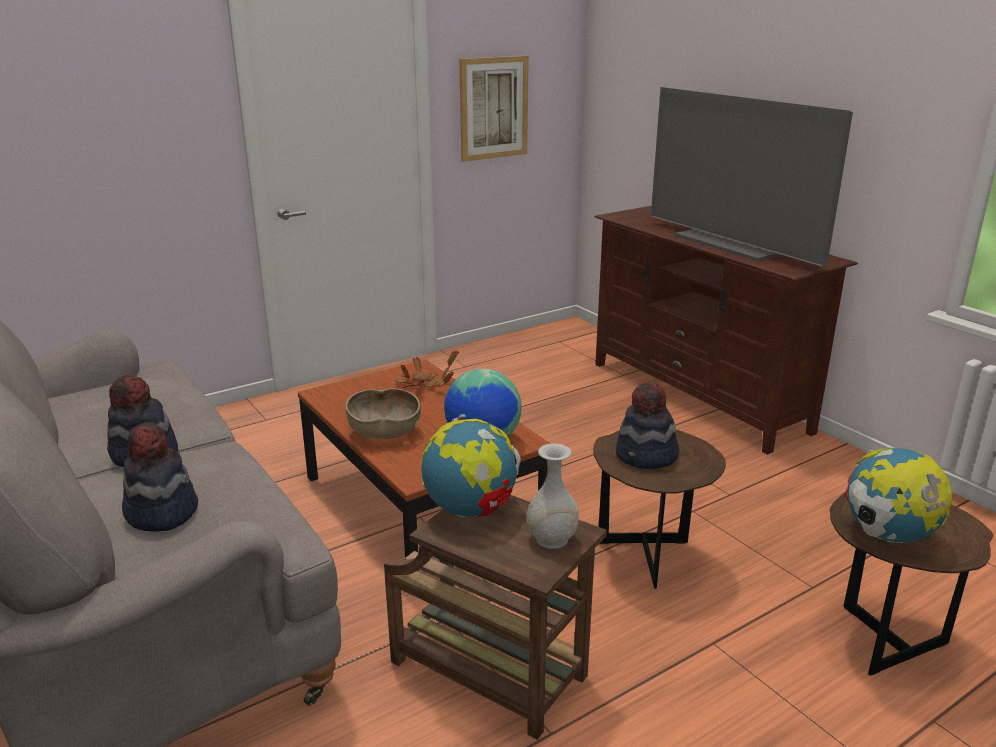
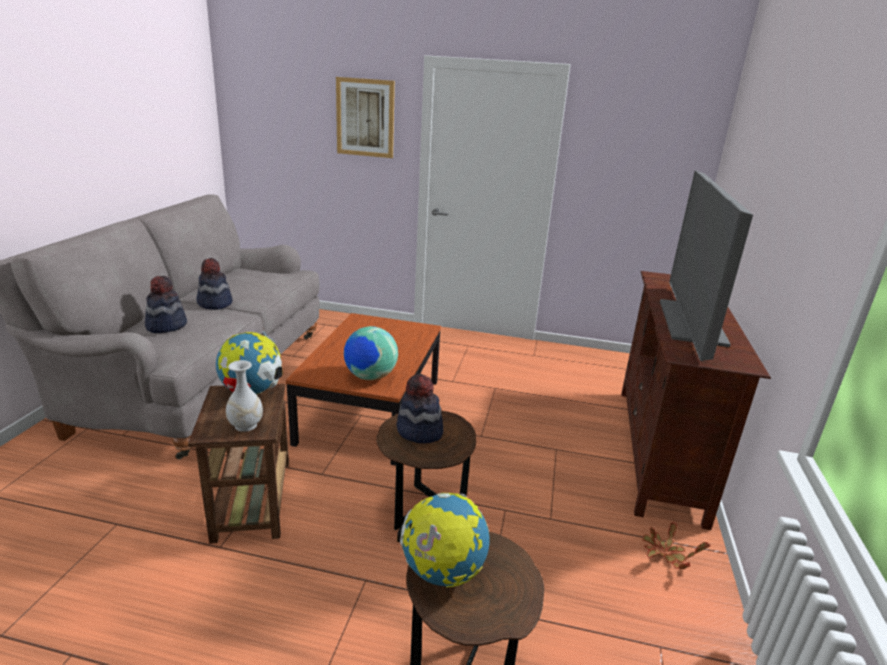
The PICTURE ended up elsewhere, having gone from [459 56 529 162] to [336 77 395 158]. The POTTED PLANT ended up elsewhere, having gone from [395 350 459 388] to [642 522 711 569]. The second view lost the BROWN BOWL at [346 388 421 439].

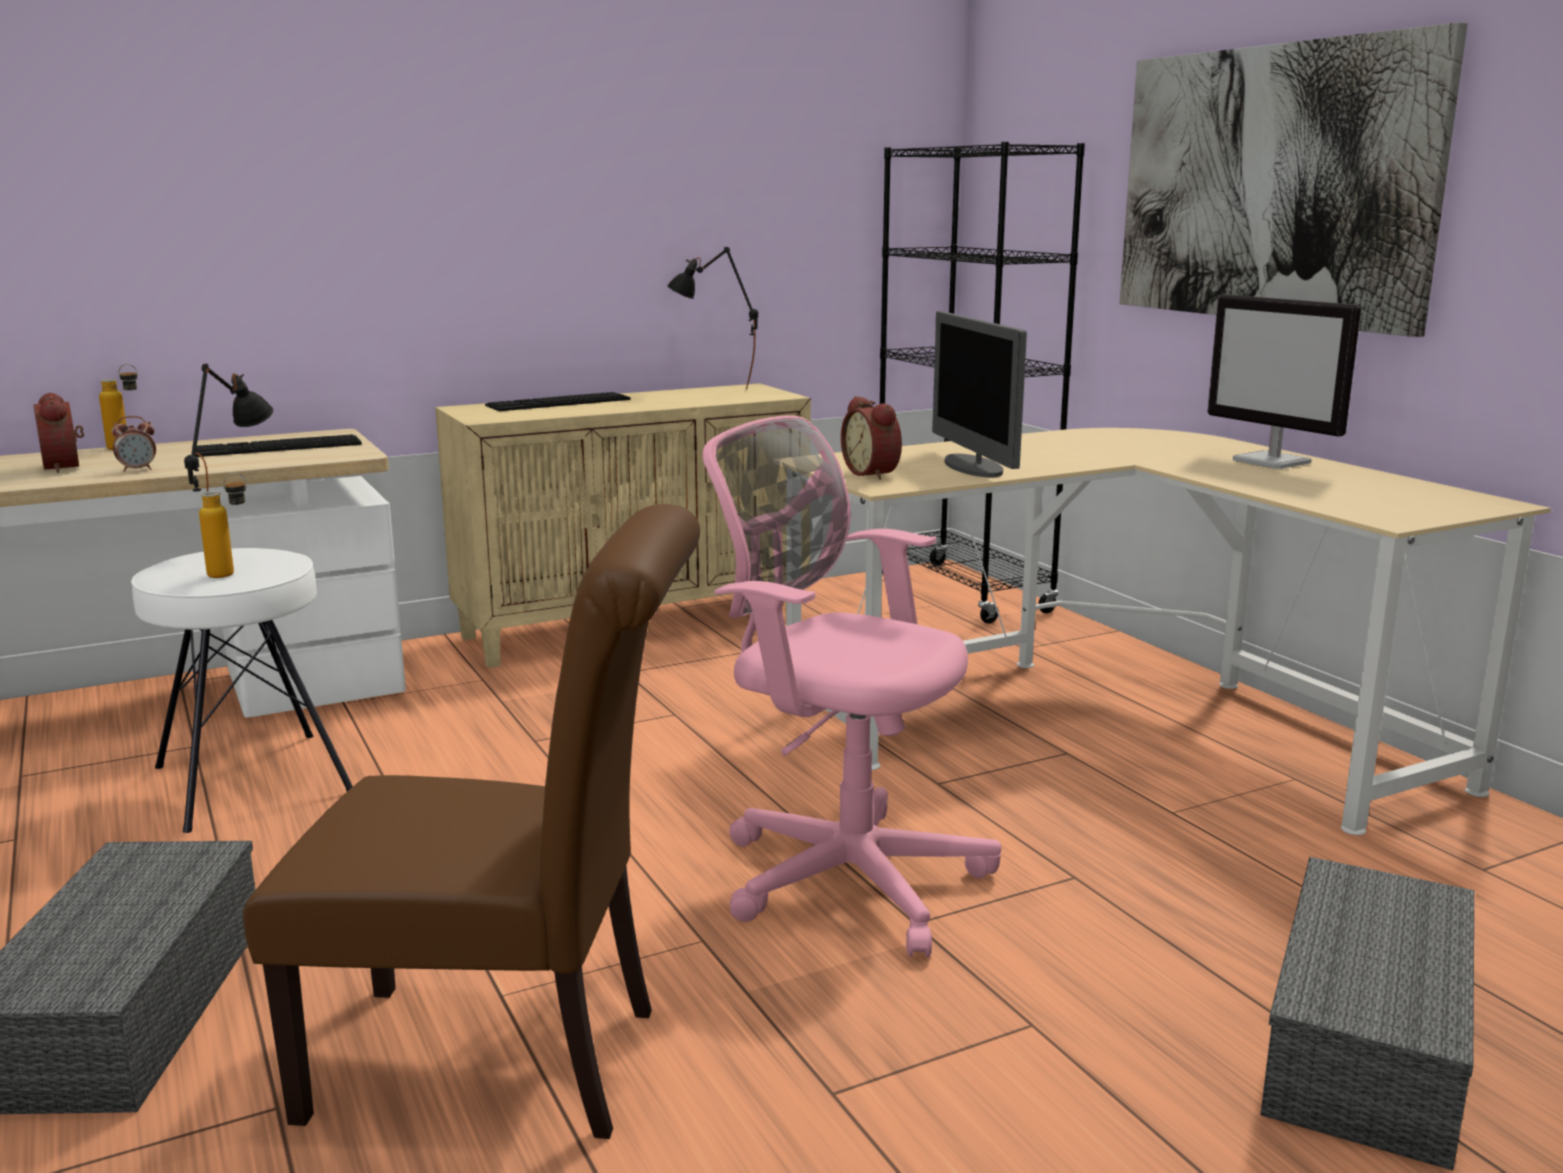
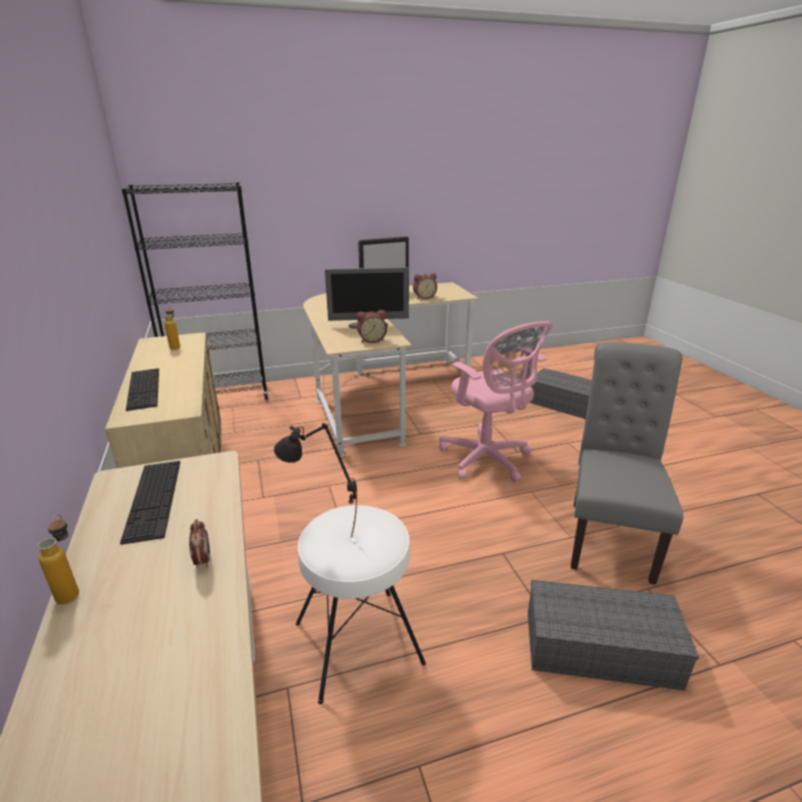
The BOTTLE ended up elsewhere, having gone from [199 473 247 578] to [164 305 180 350]. The ALARM CLOCK ended up elsewhere, having gone from [34 392 84 473] to [413 273 437 299]. The PINK OFFICE CHAIR at [703 415 1001 957] ended up facing another way, 75 degrees counterclockwise from before. What was the BROWN CHAIR at [243 504 700 1139] turned into the GREY CHAIR at [571 342 683 585]. The second view lost the BLACK TABLE LAMP at [667 247 759 390]. The second view lost the PICTURE at [1119 22 1467 337].

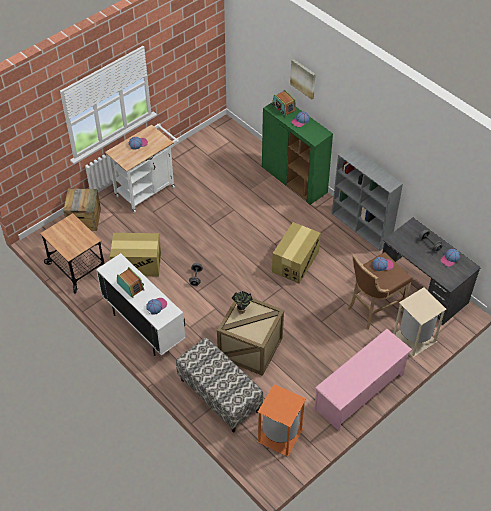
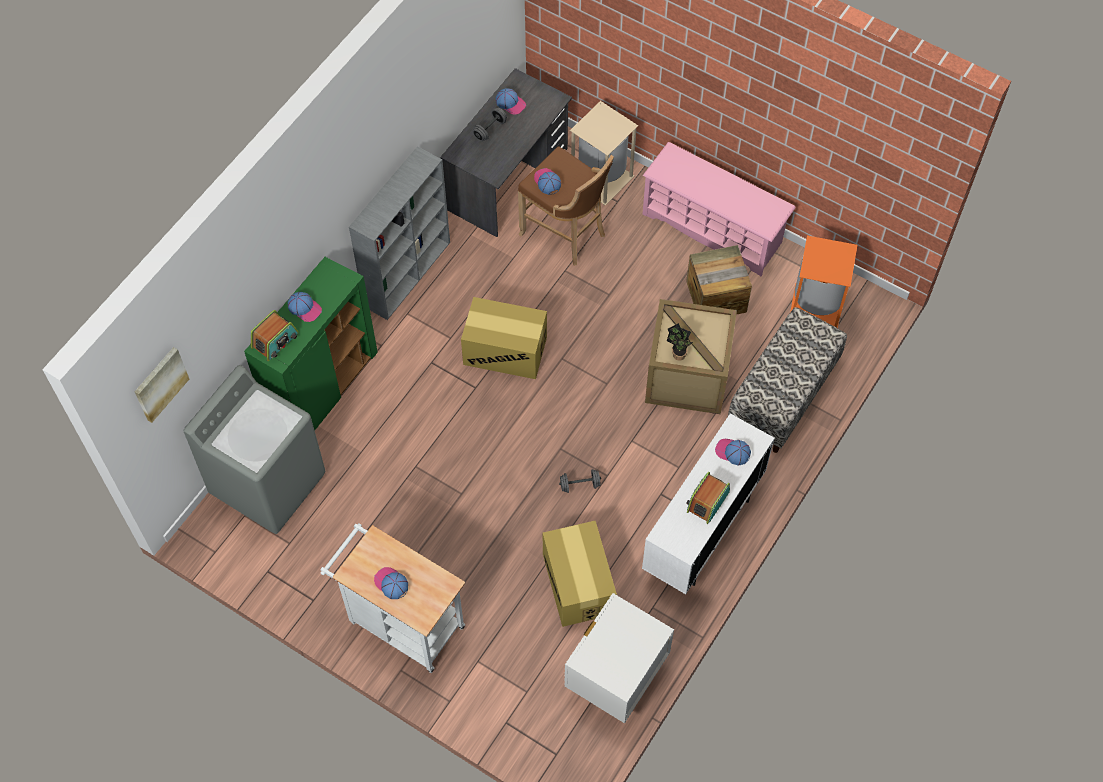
The PICTURE ended up elsewhere, having gone from [290 59 316 100] to [134 347 189 423]. The second view gained the GREY WASHING MACHINE at [184 365 325 534]. Where the CART stood at [40 213 105 293], the WHITE NIGHTSTAND came to stand at [564 593 674 724]. The CRATE ended up elsewhere, having gone from [63 188 101 231] to [686 245 752 315].

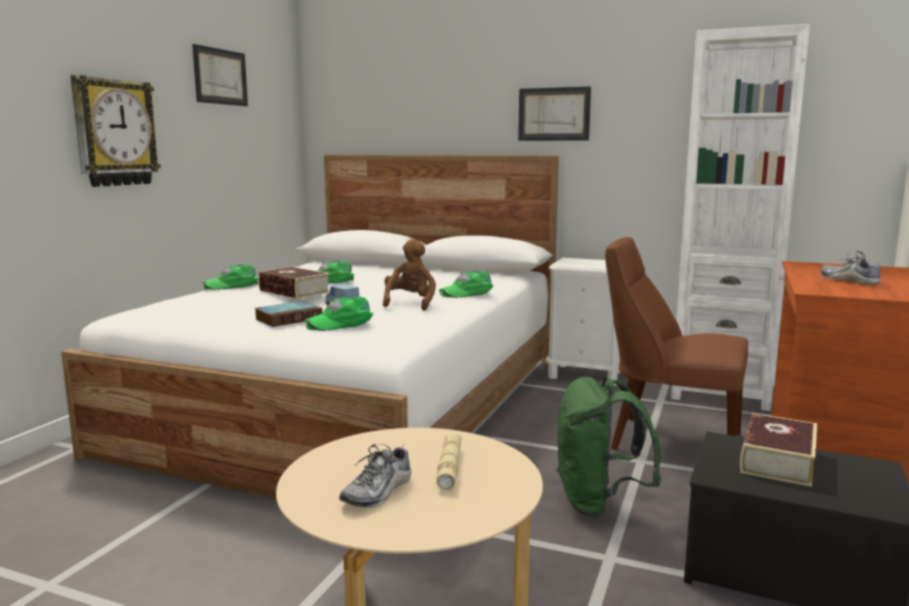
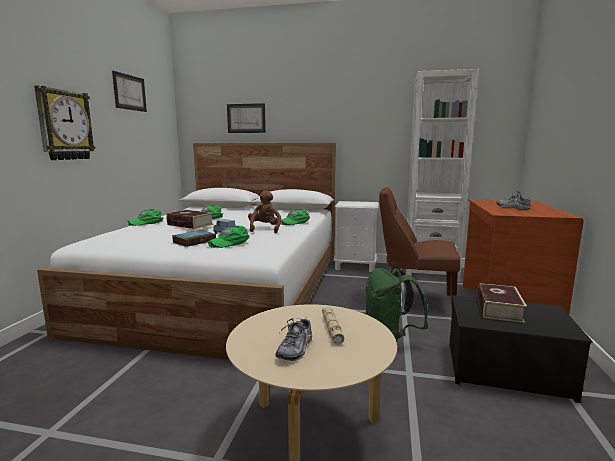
The PICTURE ended up elsewhere, having gone from [518 86 591 141] to [227 103 266 133].

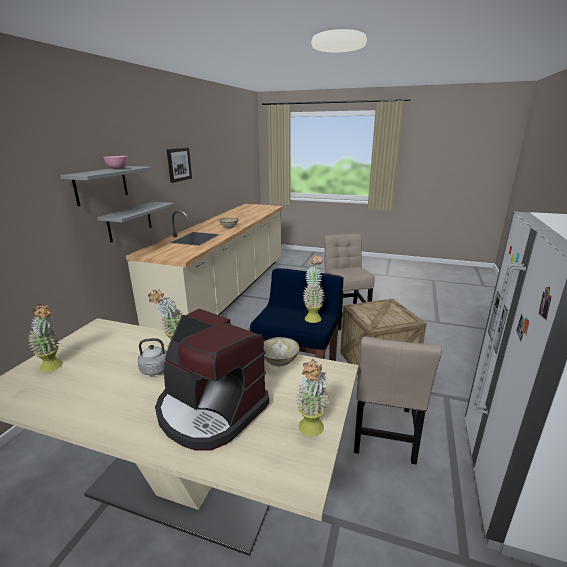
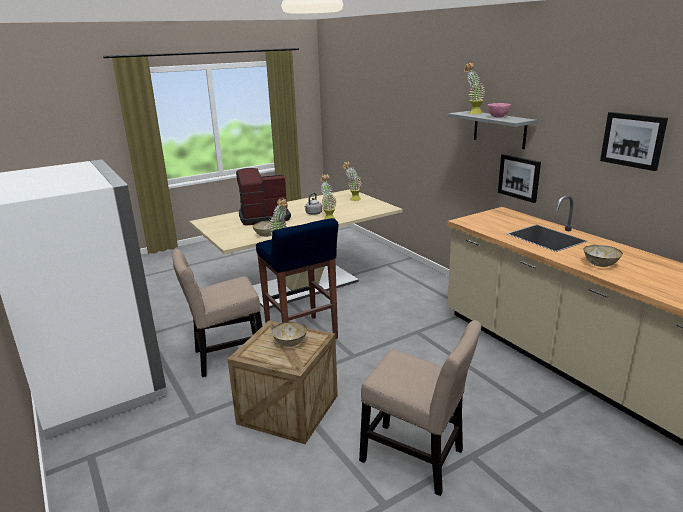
The BEIGE CHAIR at [354 336 442 464] ended up facing another way, 75 degrees counterclockwise from before. The second view gained the BOWL at [272 322 308 347]. The POTTED PLANT ended up elsewhere, having gone from [295 359 329 437] to [464 63 485 114]. Where the GREY SHELF hung at [97 202 175 242], the PICTURE came to hang at [498 154 541 203].

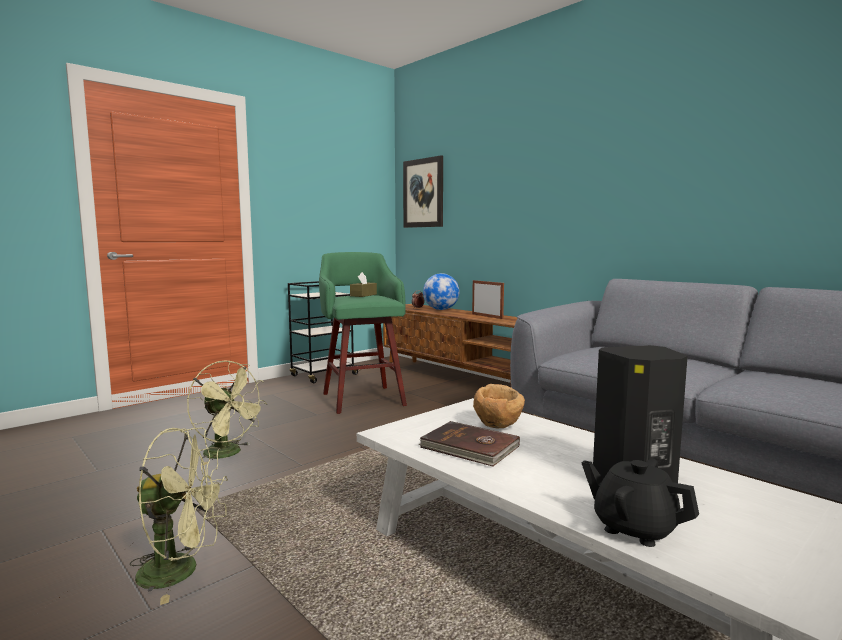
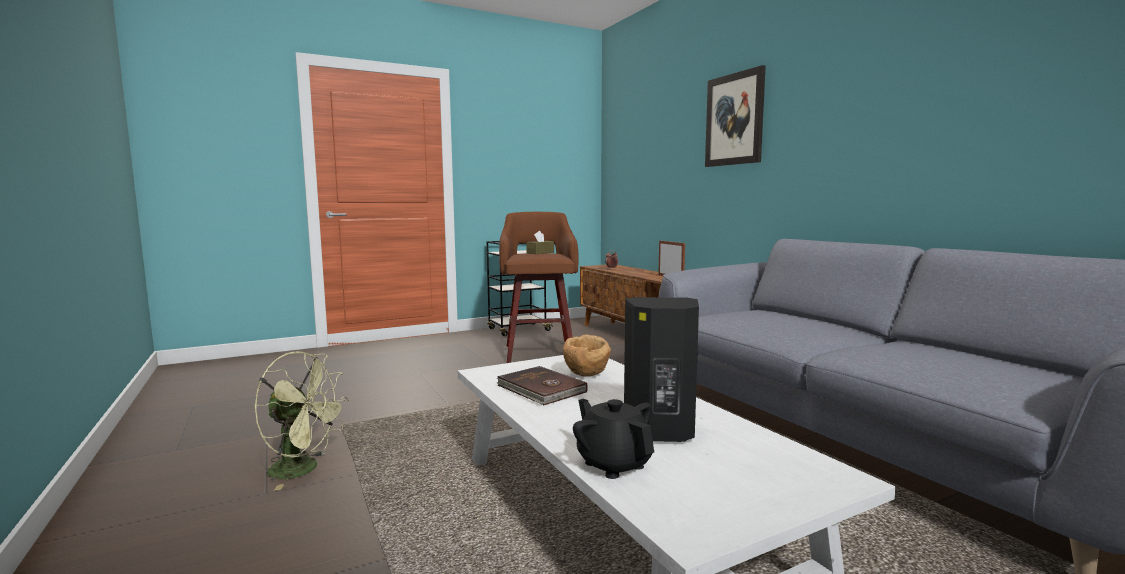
What was the GREEN STOOL at [319 252 407 414] turned into the BROWN STOOL at [499 212 579 363]. The PICTURE ended up elsewhere, having gone from [403 155 443 228] to [705 65 766 167]. The second view lost the GREEN FAN at [187 360 267 465]. The second view lost the GLOBE at [423 273 459 310].

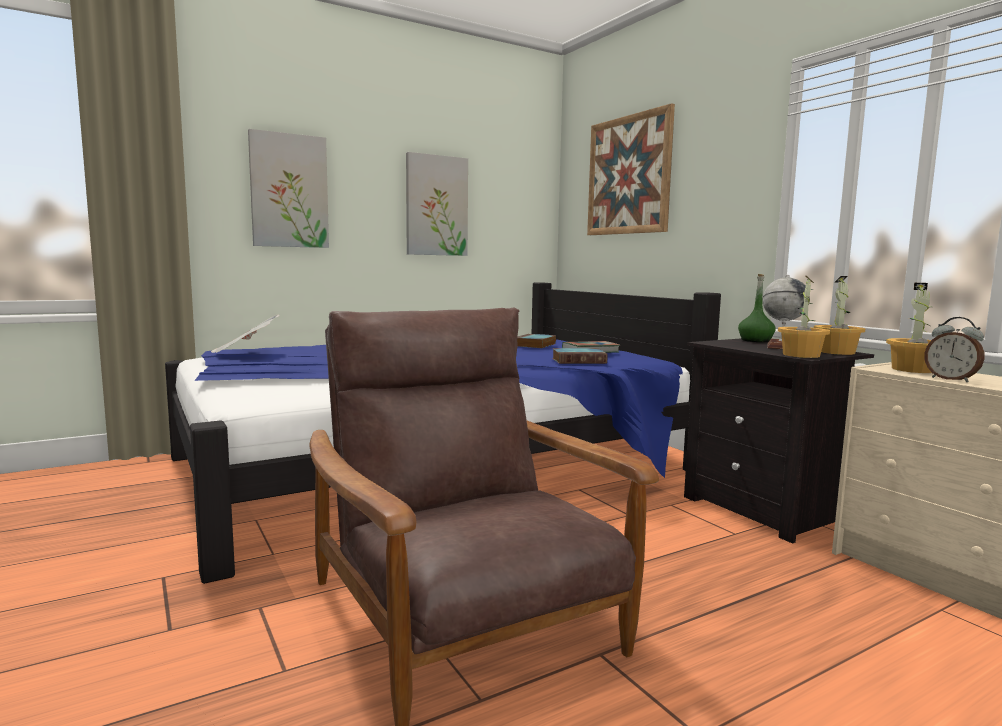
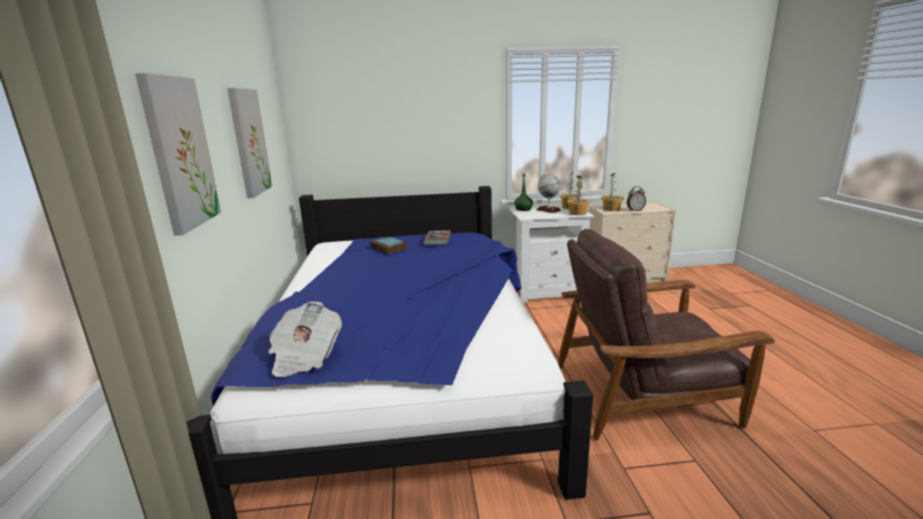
What was the BLACK NIGHTSTAND at [684 338 874 543] turned into the WHITE NIGHTSTAND at [509 206 594 303]. The second view lost the BOOK at [552 348 608 364]. The second view lost the PICTURE at [587 103 675 235].

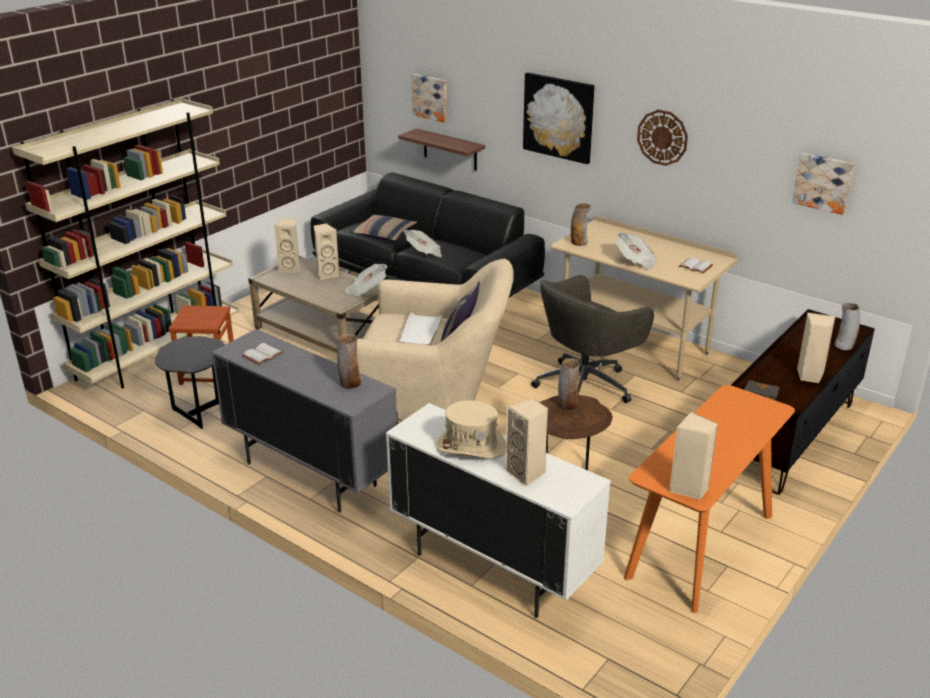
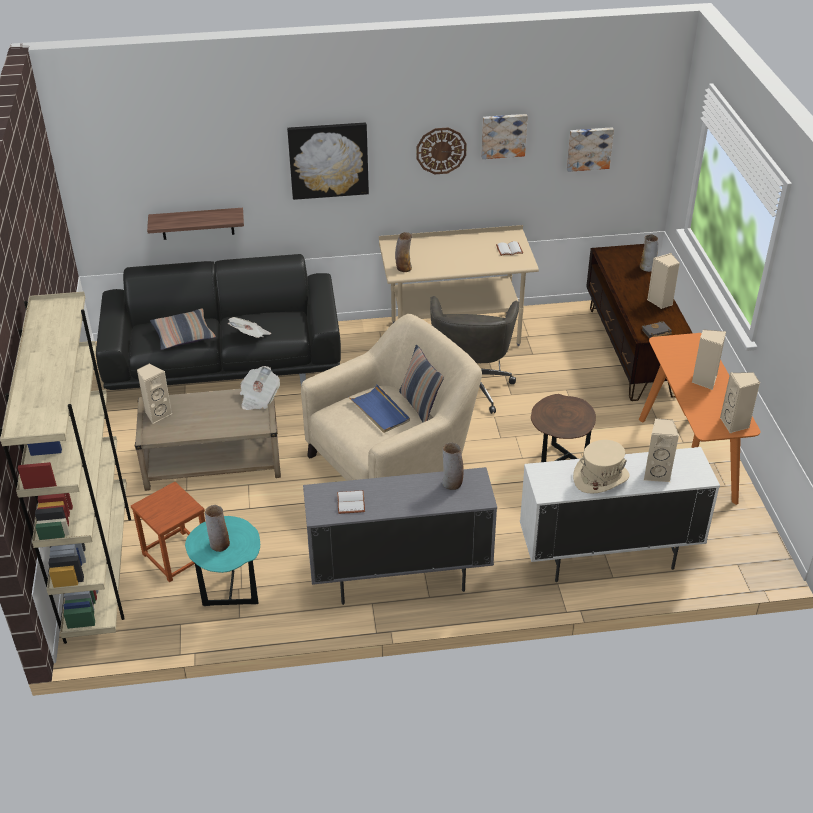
What was the BLACK SIDE TABLE at [155 336 225 429] turned into the TURQUOISE SIDE TABLE at [185 516 260 606]. The VASE ended up elsewhere, having gone from [558 358 580 410] to [205 505 230 552]. What was the WHITE TRAY at [398 310 445 345] turned into the BLUE TRAY at [348 384 410 433]. The PICTURE ended up elsewhere, having gone from [412 74 447 122] to [481 114 528 159]. The BEIGE SPEAKER ended up elsewhere, having gone from [314 223 340 280] to [692 329 726 390]. The second view lost the NEWSPAPER at [616 232 657 270].

